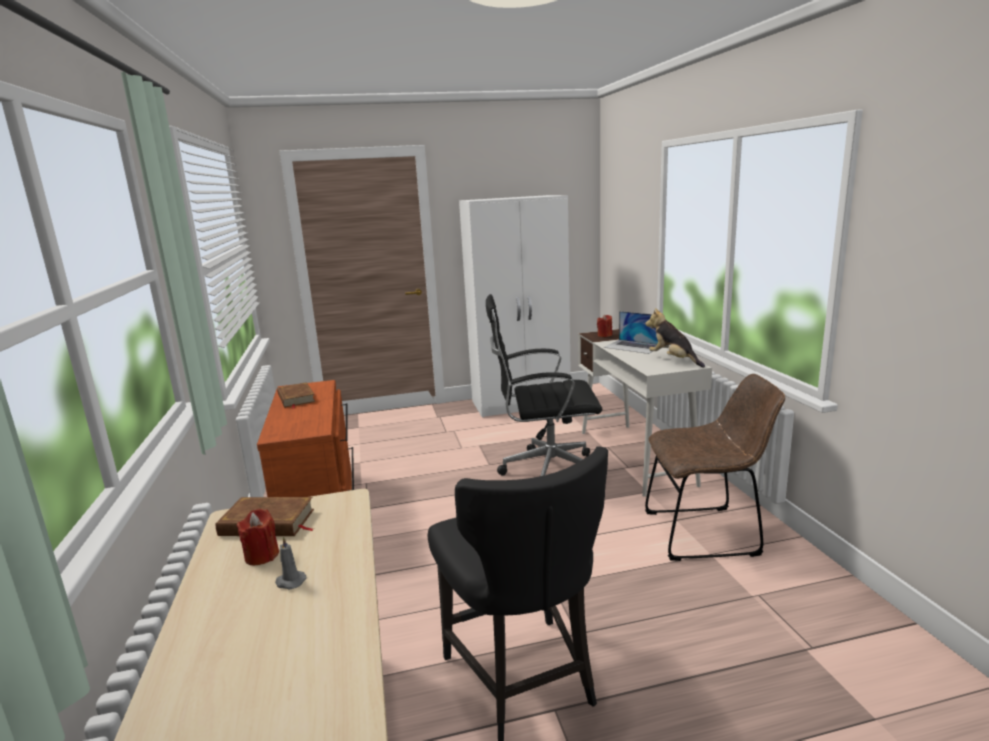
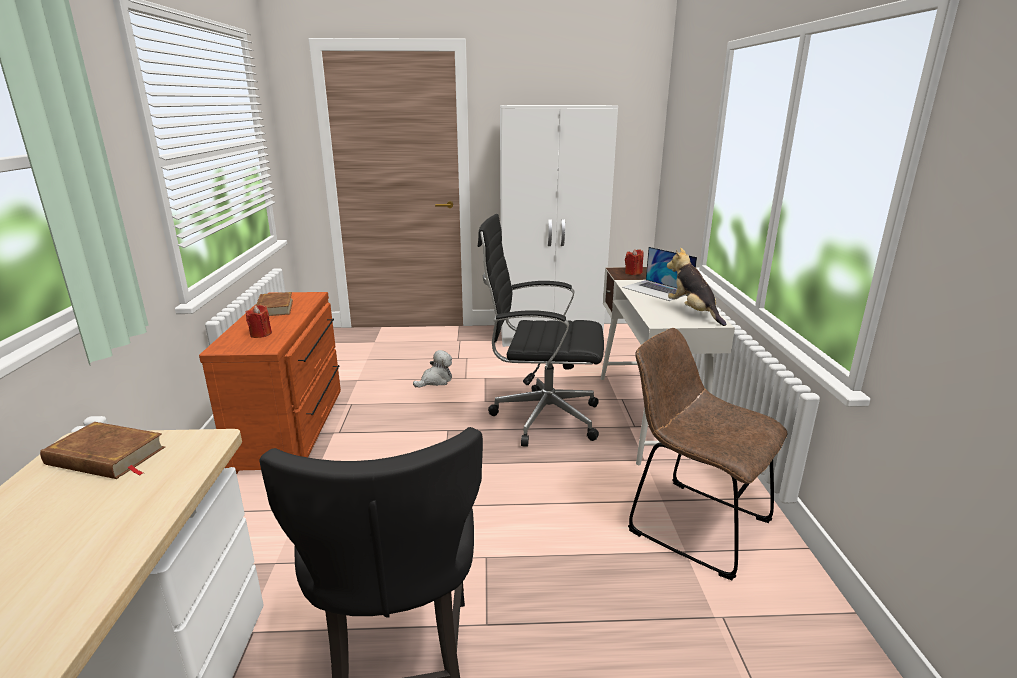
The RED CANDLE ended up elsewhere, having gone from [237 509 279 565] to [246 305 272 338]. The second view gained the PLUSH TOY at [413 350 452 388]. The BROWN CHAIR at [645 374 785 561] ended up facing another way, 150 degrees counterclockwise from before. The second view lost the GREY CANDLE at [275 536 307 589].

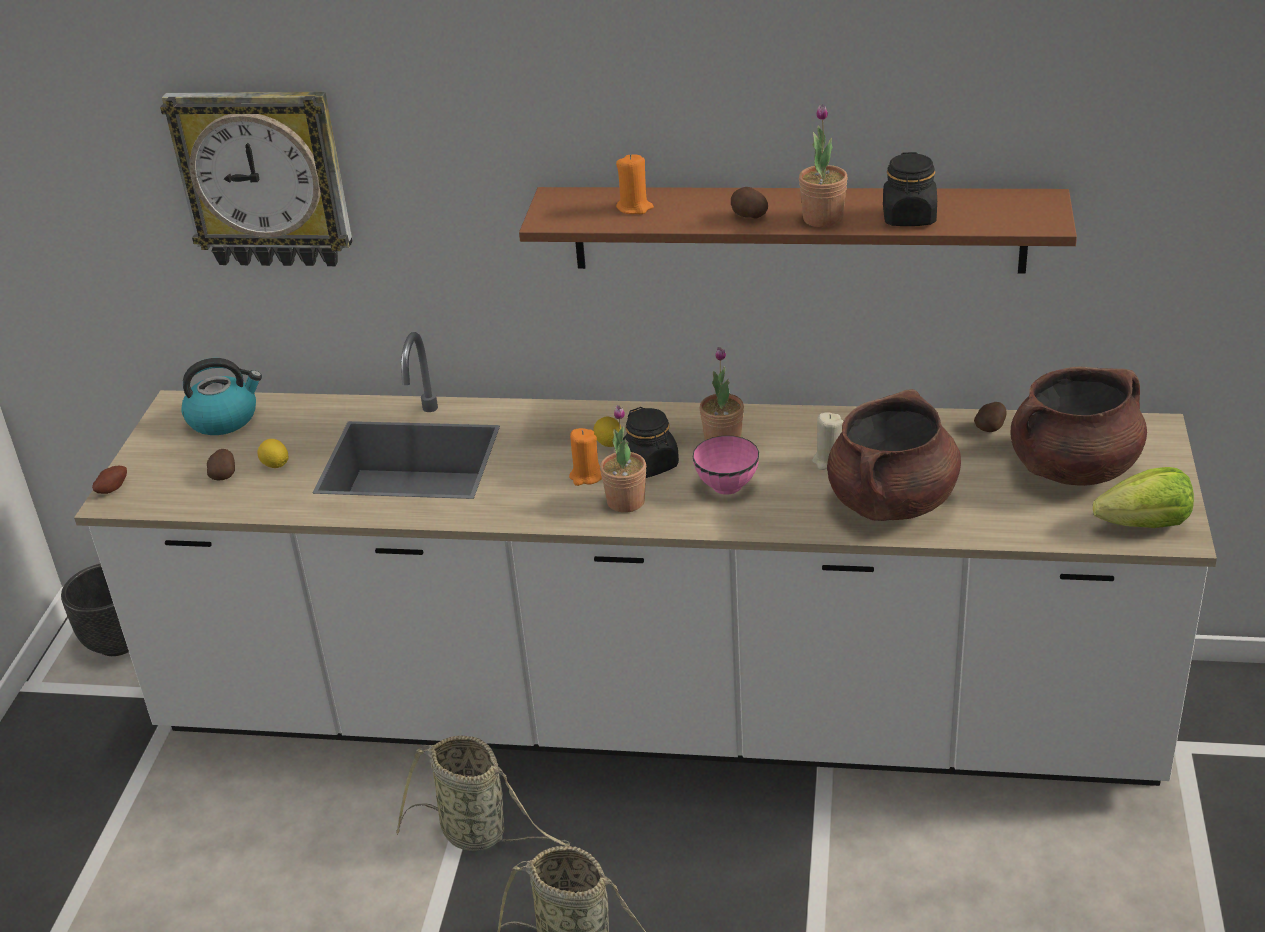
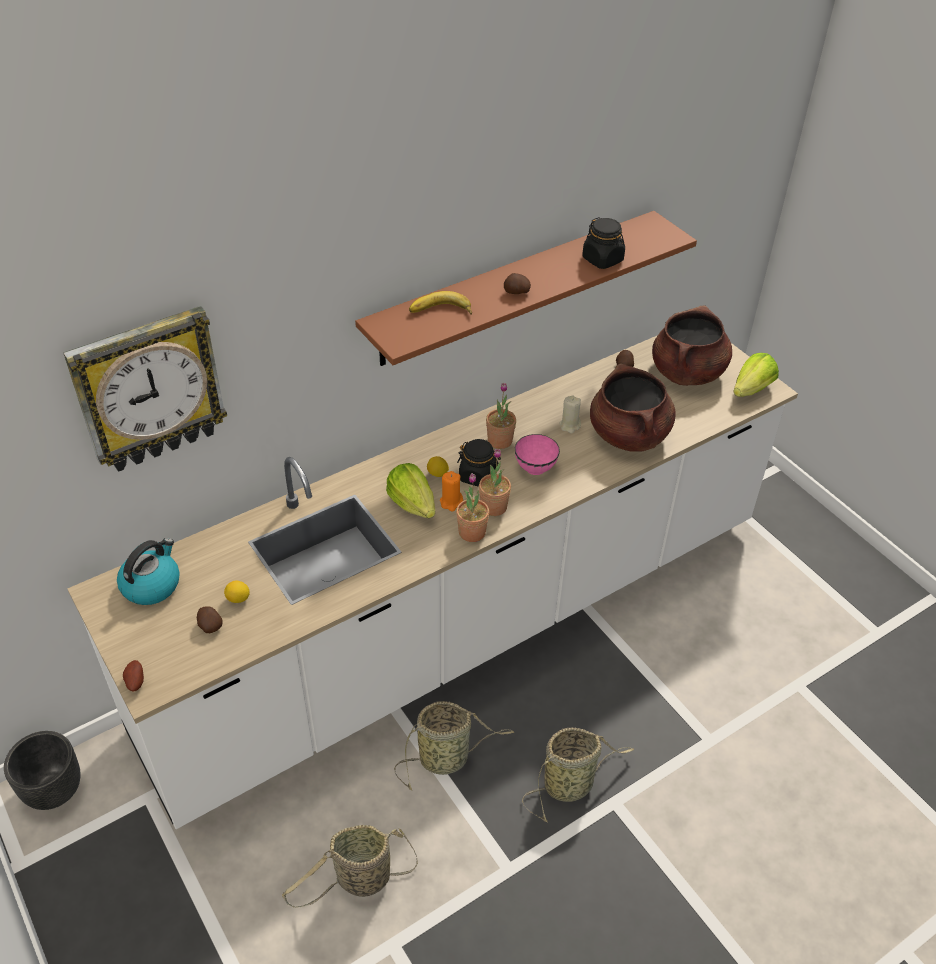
The second view gained the BASKET at [282 825 418 908]. The second view gained the LETTUCE at [386 463 435 518]. Where the ORANGE CANDLE stood at [616 154 654 214], the BANANA came to stand at [409 291 472 315]. The POTTED PLANT ended up elsewhere, having gone from [799 104 848 228] to [456 473 489 542].

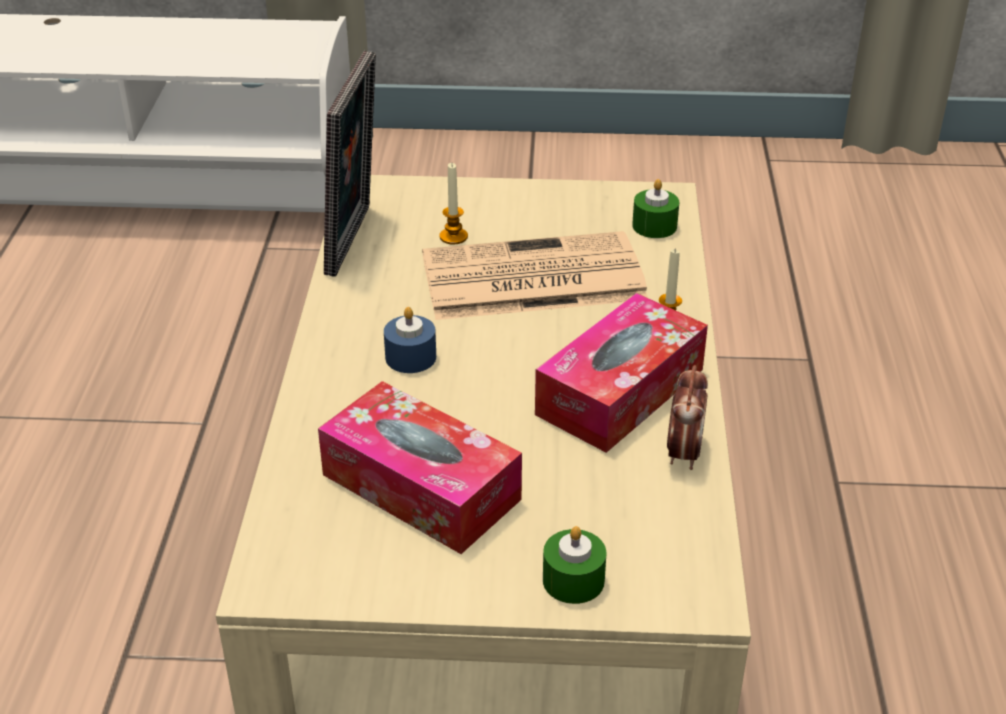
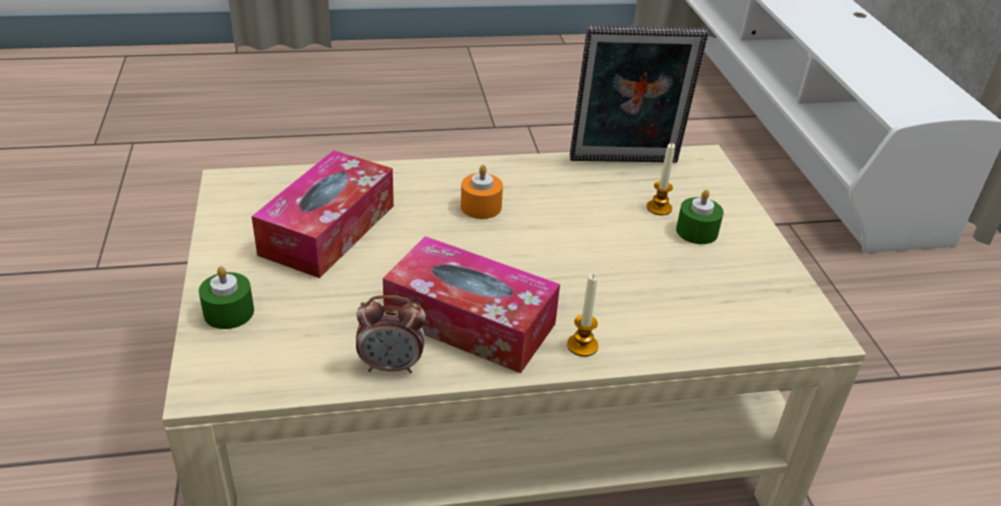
What was the BLUE CANDLE at [384 307 436 373] turned into the ORANGE CANDLE at [461 165 503 219]. The GREEN CANDLE ended up elsewhere, having gone from [632 179 679 238] to [676 190 724 244]. The second view lost the NEWSPAPER at [422 231 648 320].

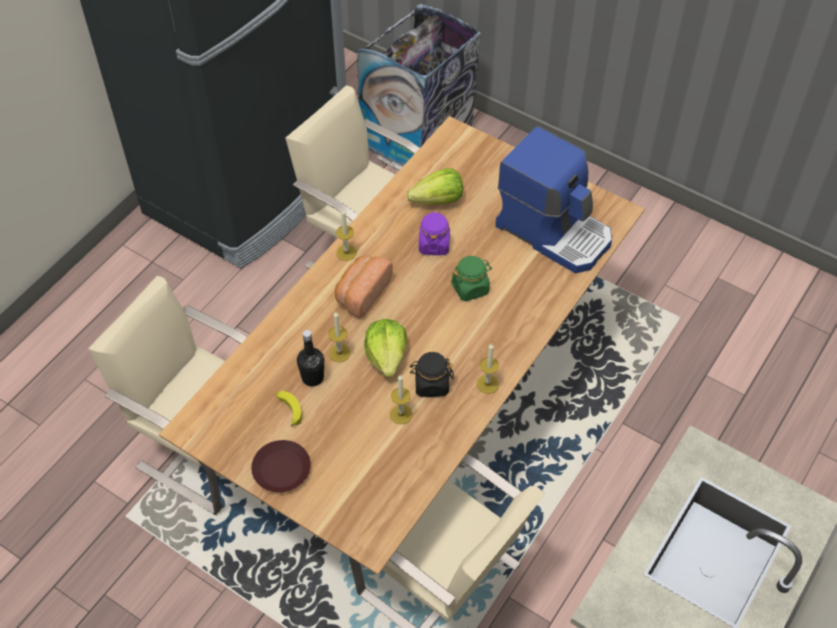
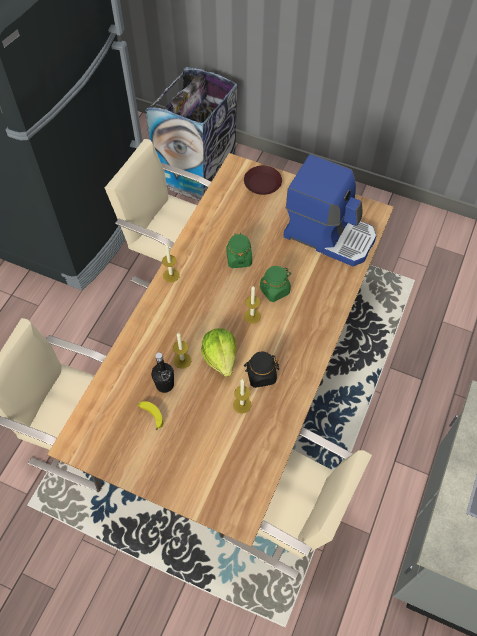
What was the PURPLE JAR at [419 211 450 255] turned into the GREEN JAR at [226 233 252 268]. The BROWN PLATE ended up elsewhere, having gone from [251 440 311 493] to [244 166 282 195]. The CANDLE ended up elsewhere, having gone from [477 343 499 394] to [244 286 261 324]. The second view lost the BREAD at [335 255 393 318]. The second view lost the LETTUCE at [407 168 463 205].

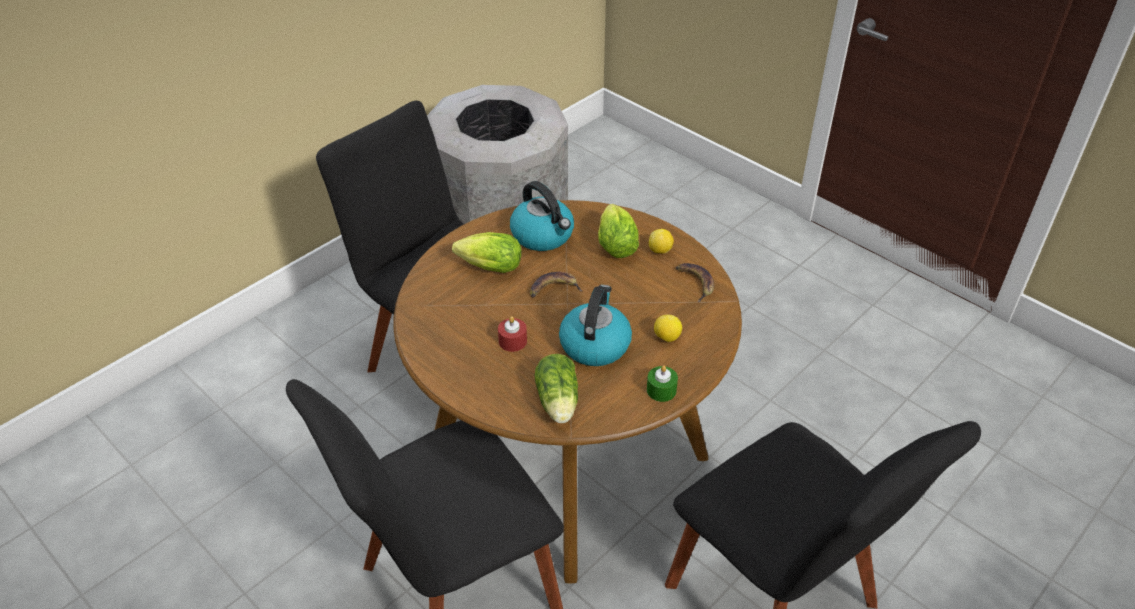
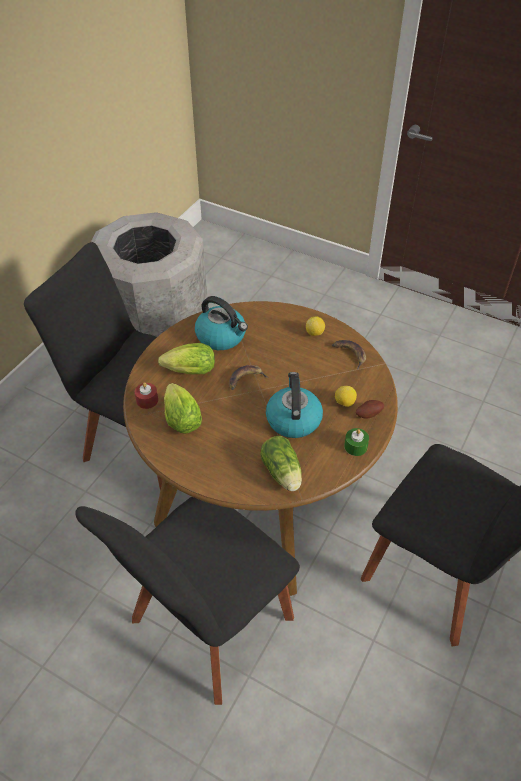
The RED CANDLE ended up elsewhere, having gone from [498 317 527 352] to [135 382 158 409]. The LETTUCE ended up elsewhere, having gone from [598 204 639 258] to [164 383 202 434]. The second view gained the POTATO at [356 400 384 419].

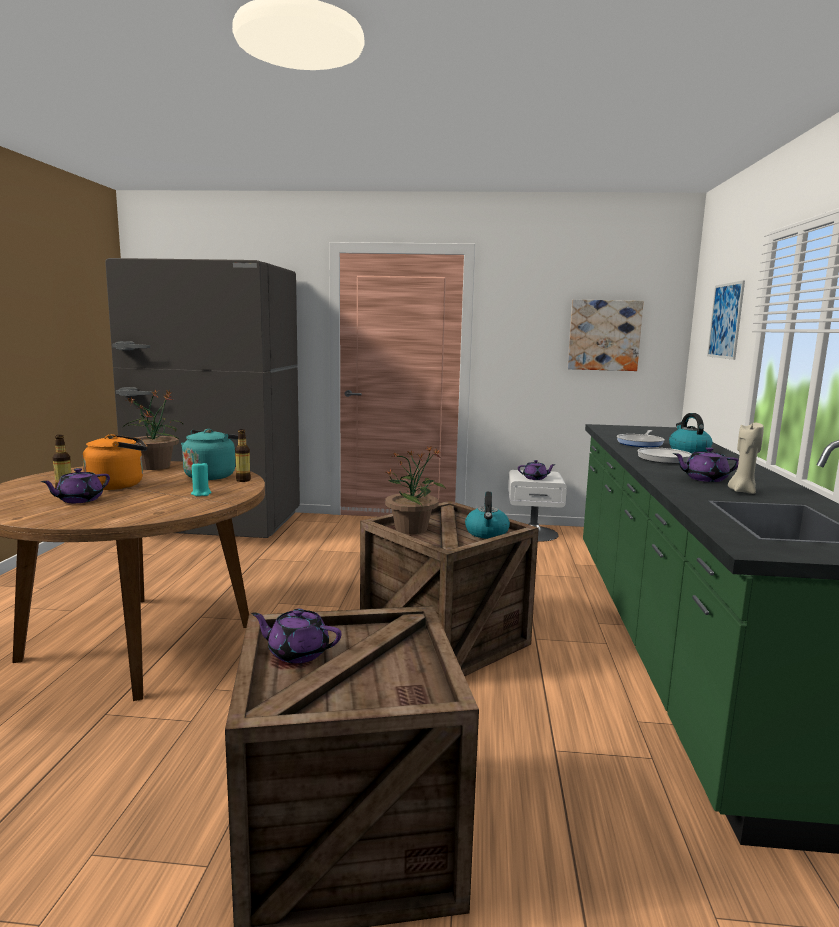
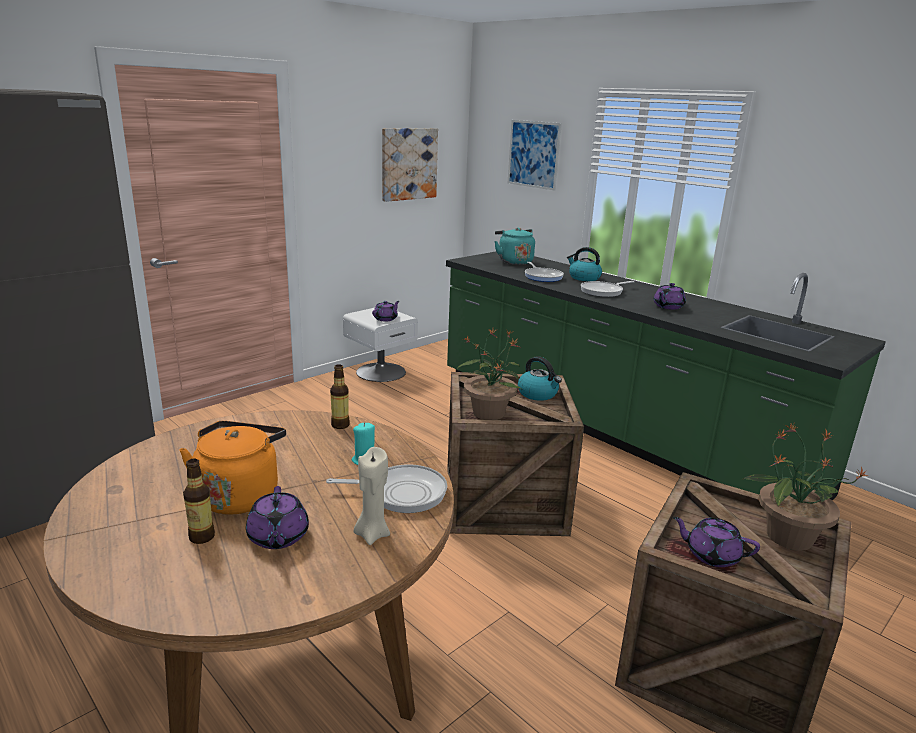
The second view gained the FRYING PAN at [326 464 447 513]. The BEIGE CANDLE ended up elsewhere, having gone from [728 421 764 494] to [353 447 390 545]. The TURQUOISE KETTLE ended up elsewhere, having gone from [181 429 238 480] to [494 228 535 265]. The PURPLE TEAPOT at [251 608 341 663] ended up facing another way, 60 degrees clockwise from before. The POTTED PLANT ended up elsewhere, having gone from [123 390 183 470] to [743 423 868 551].

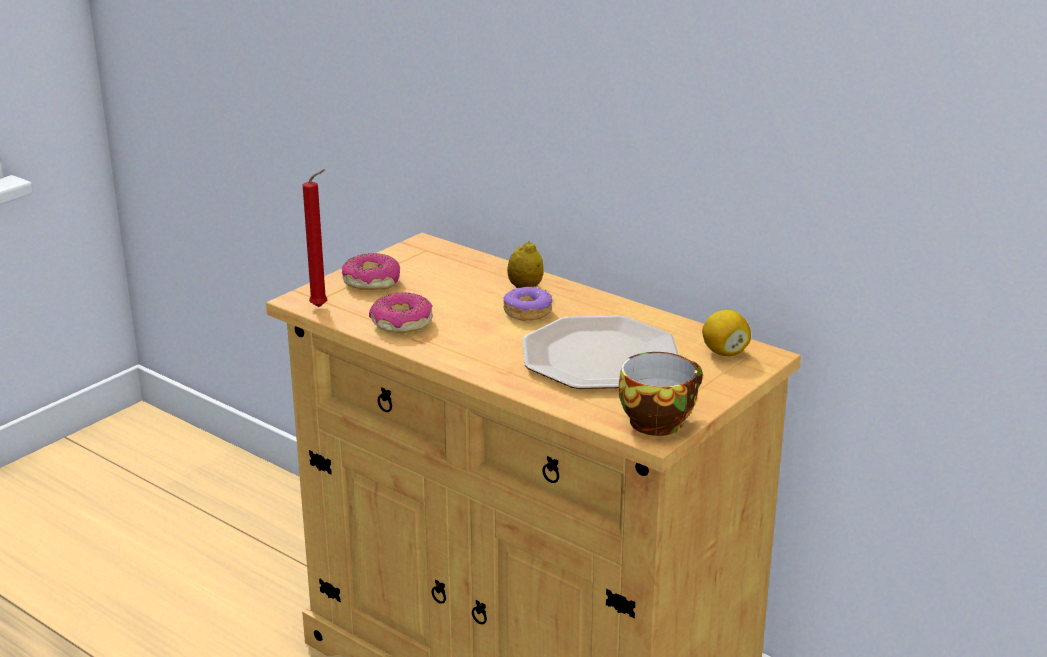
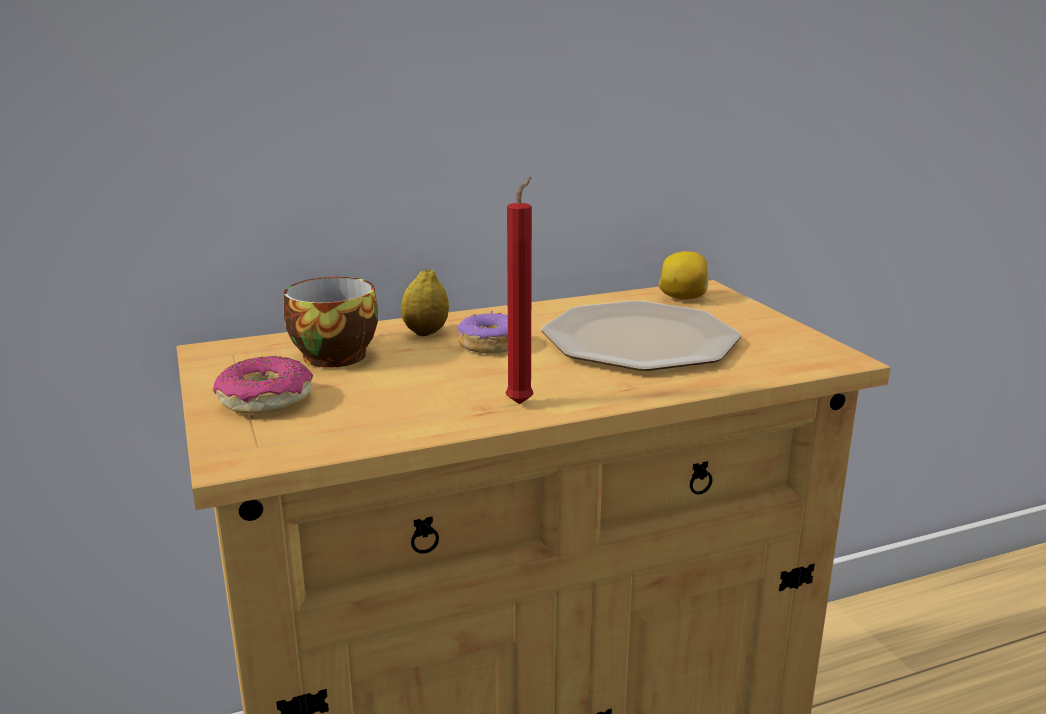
The CUP ended up elsewhere, having gone from [619 352 703 436] to [284 277 378 368]. The RED CANDLE ended up elsewhere, having gone from [303 169 327 307] to [506 177 534 404]. The second view lost the DONUT at [369 292 433 333].

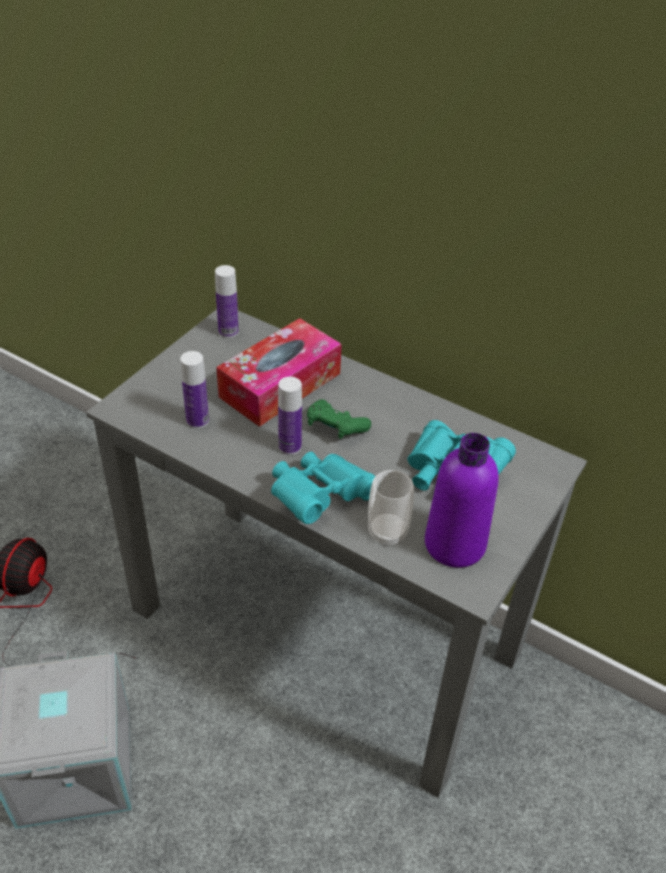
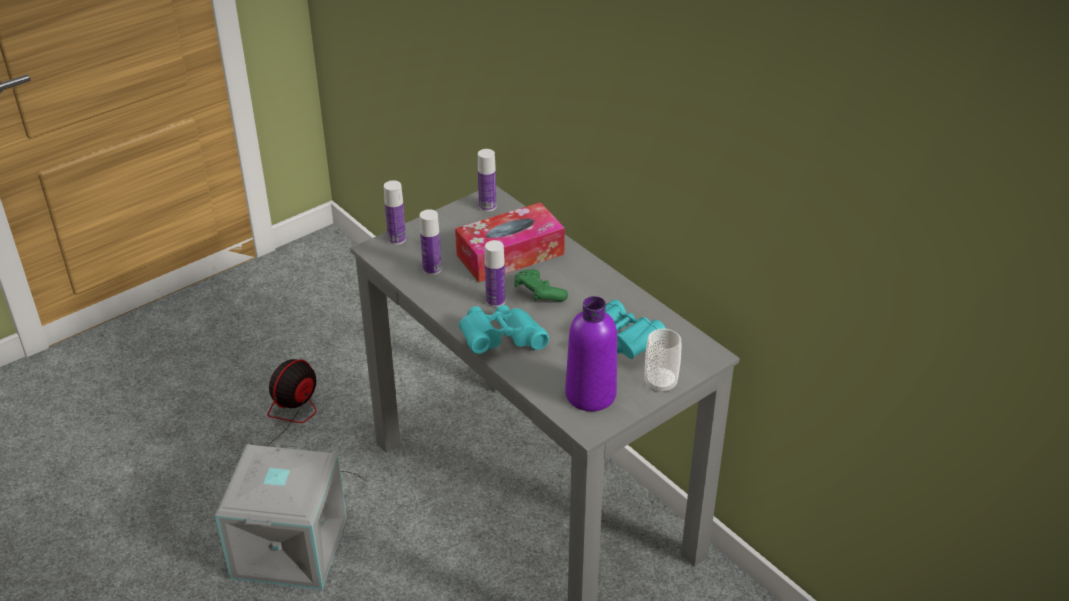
The second view gained the BOTTLE at [384 180 406 245]. The CUP ended up elsewhere, having gone from [368 470 414 547] to [645 328 681 393].

